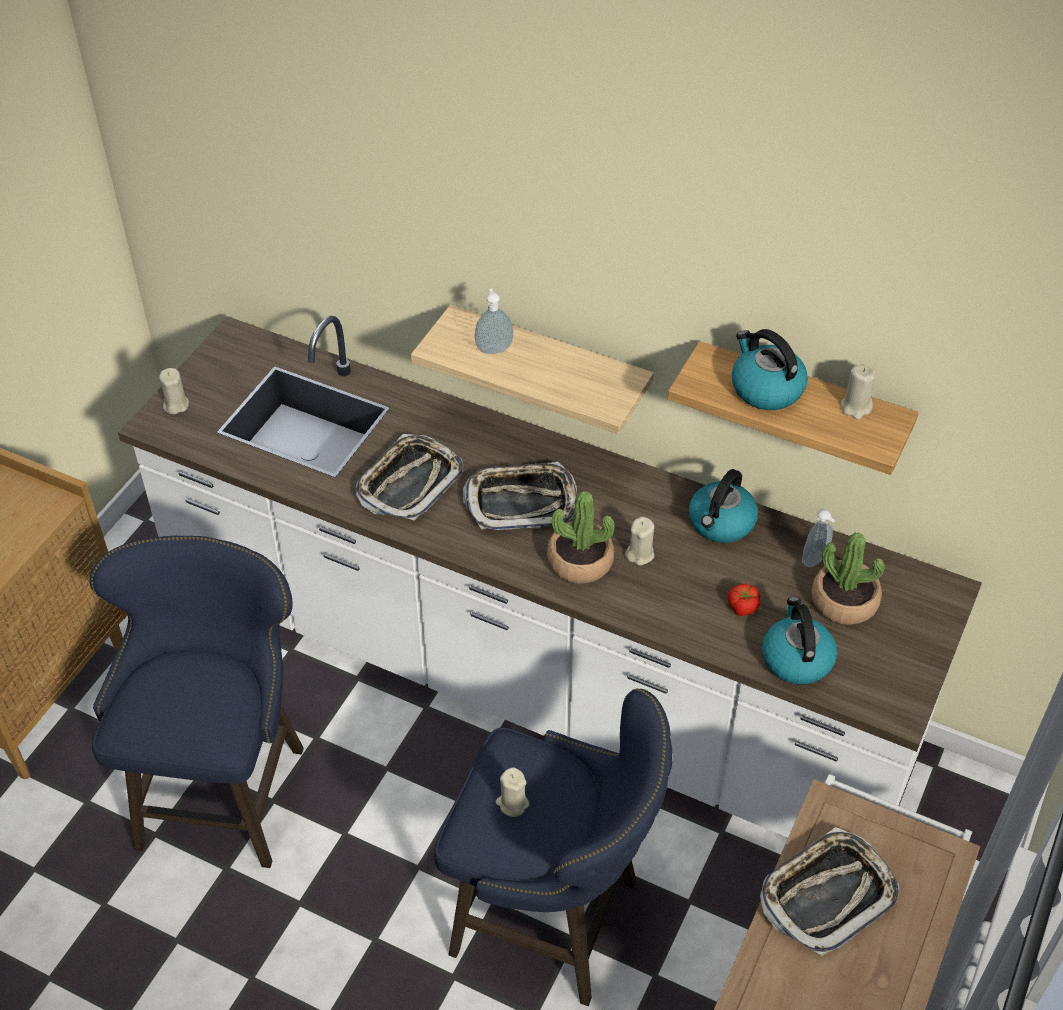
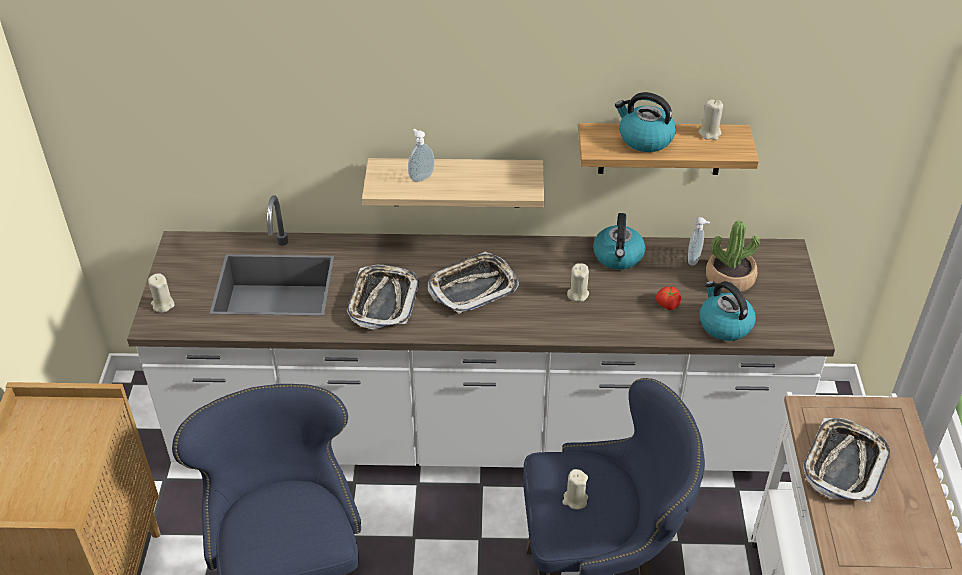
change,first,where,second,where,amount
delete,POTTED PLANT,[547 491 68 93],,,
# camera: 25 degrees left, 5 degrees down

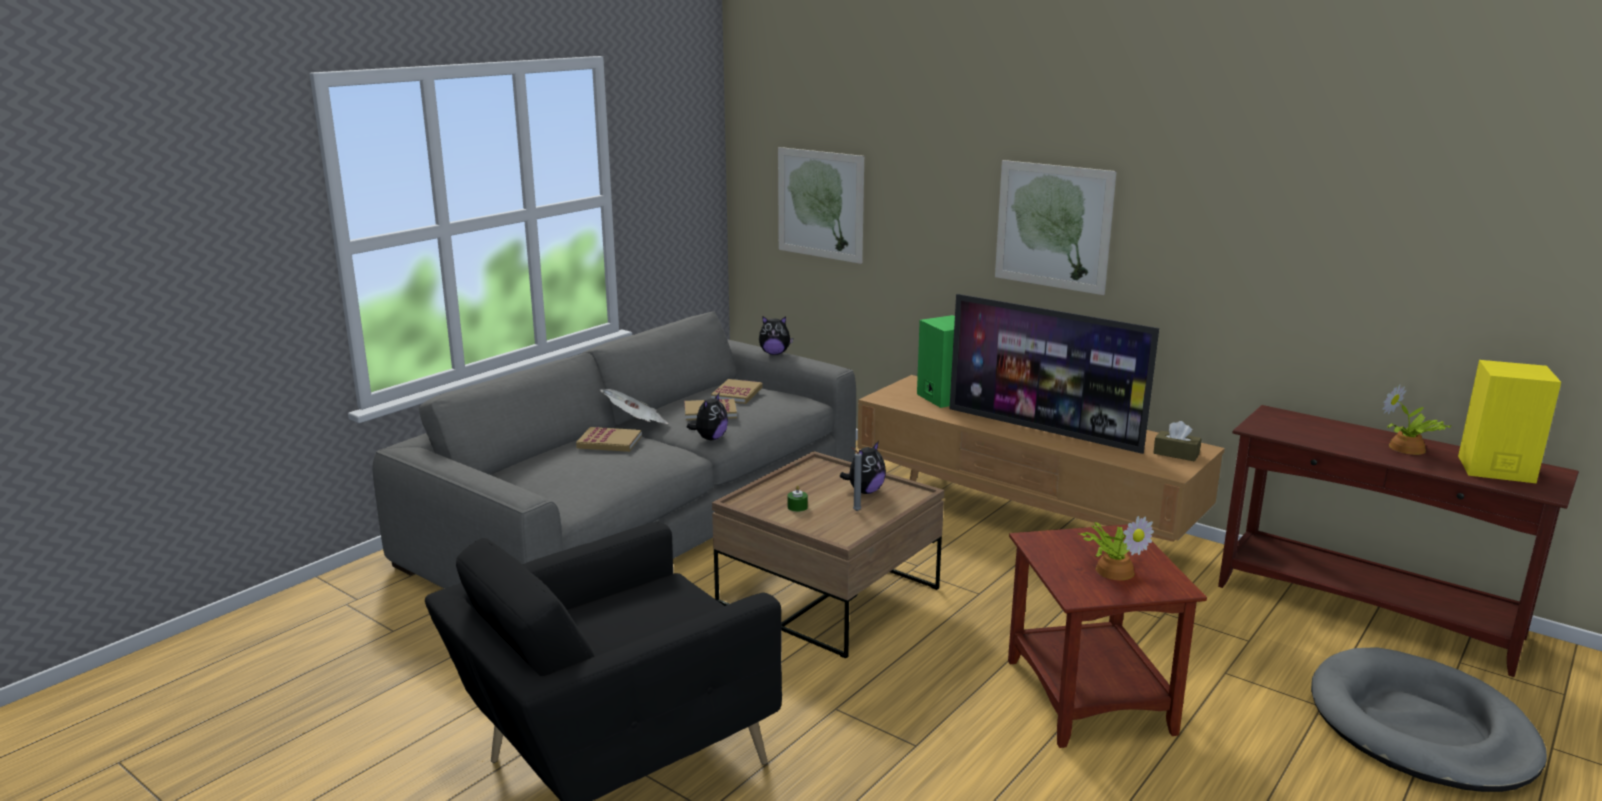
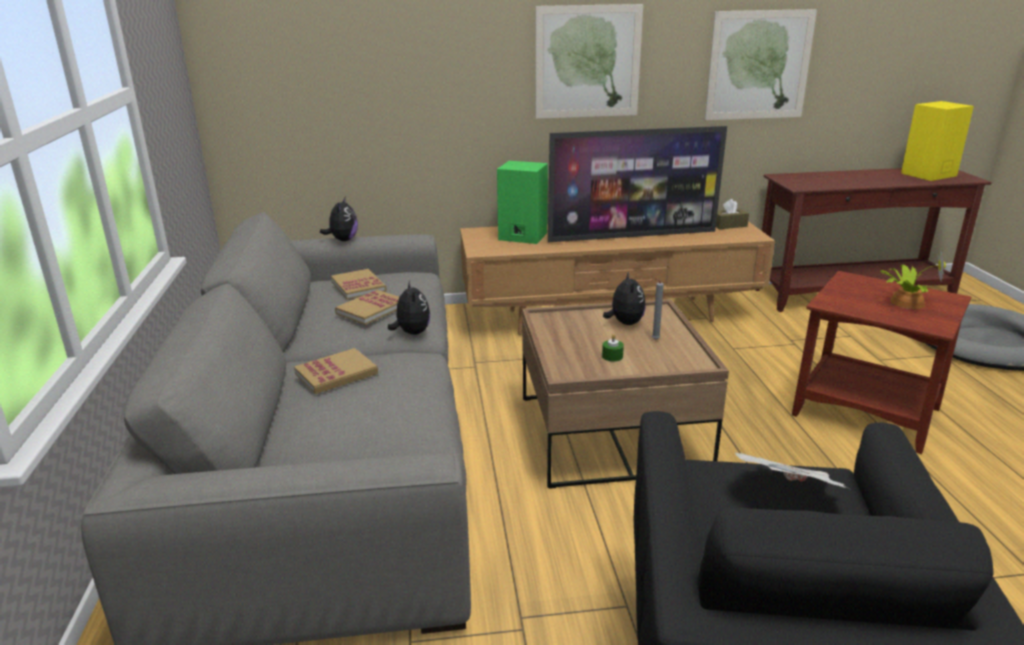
change,first,where,second,where,amount
rotate,PLUSH TOY,[759 316 34 39],,[320 197 38 44],45 degrees counterclockwise
move,PICTURE,[778 147 86 117],,[705 9 112 111],
move,NEWSPAPER,[600 389 69 35],,[735 453 112 35],
delete,POTTED PLANT,[1382 384 70 71],,,
# camera: 45 degrees left, 5 degrees up

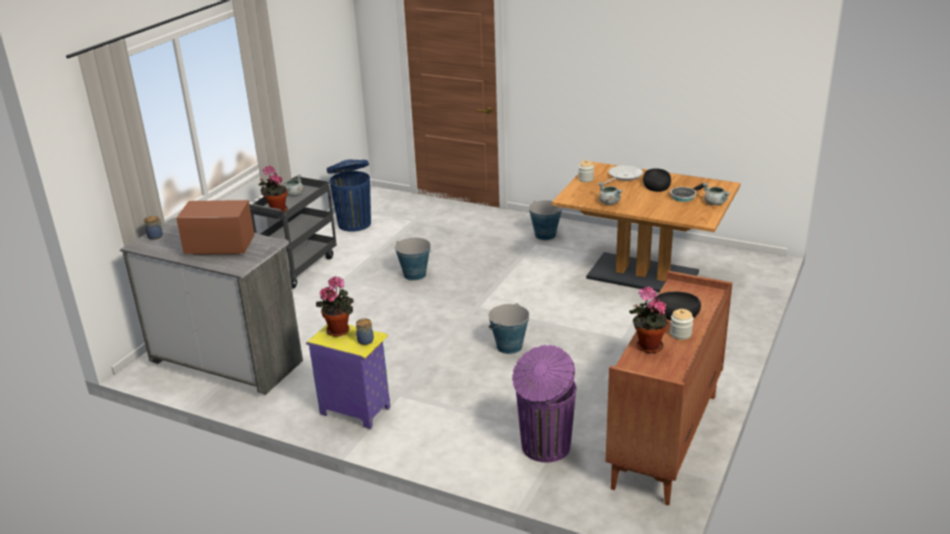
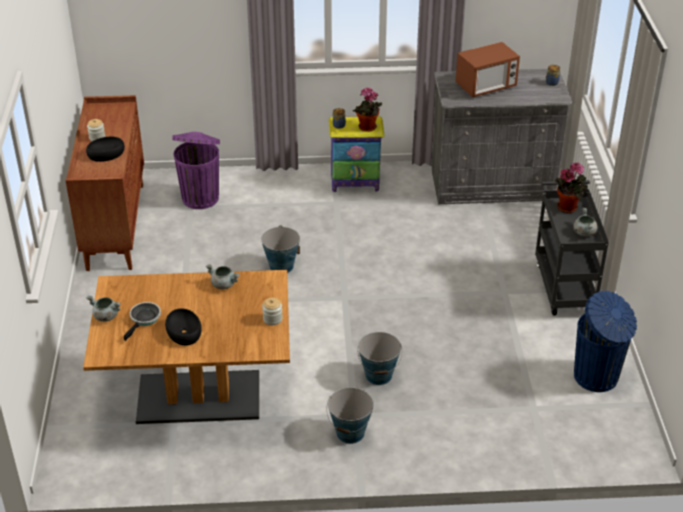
change,first,where,second,where,amount
move,BUCKET,[395 238 37 43],,[357 332 45 53],
delete,FRYING PAN,[603 165 40 20],,,
delete,POTTED PLANT,[629 287 39 66],,,
# camera: 150 degrees right, 10 degrees up

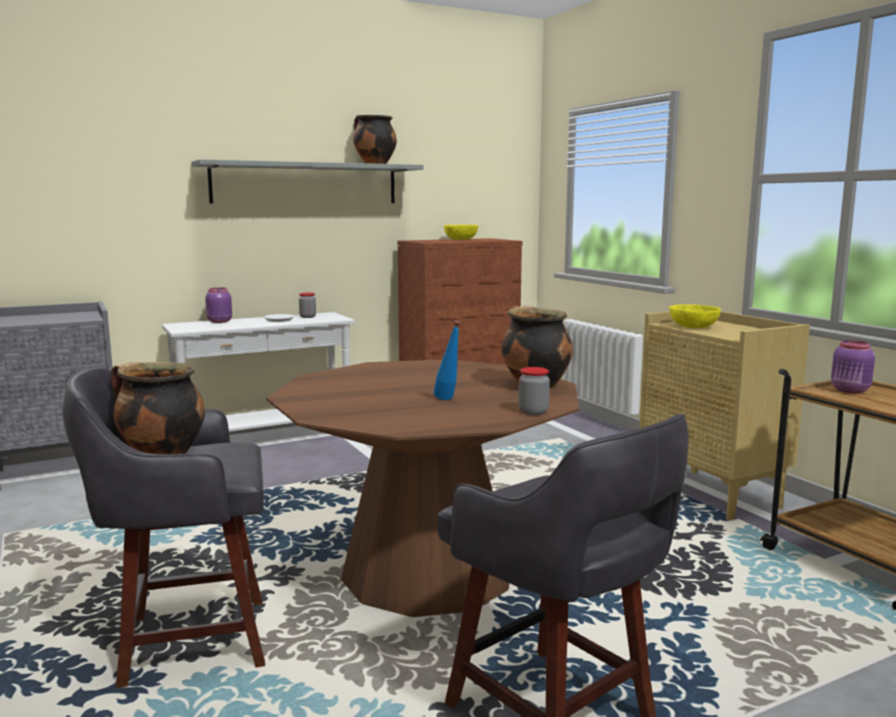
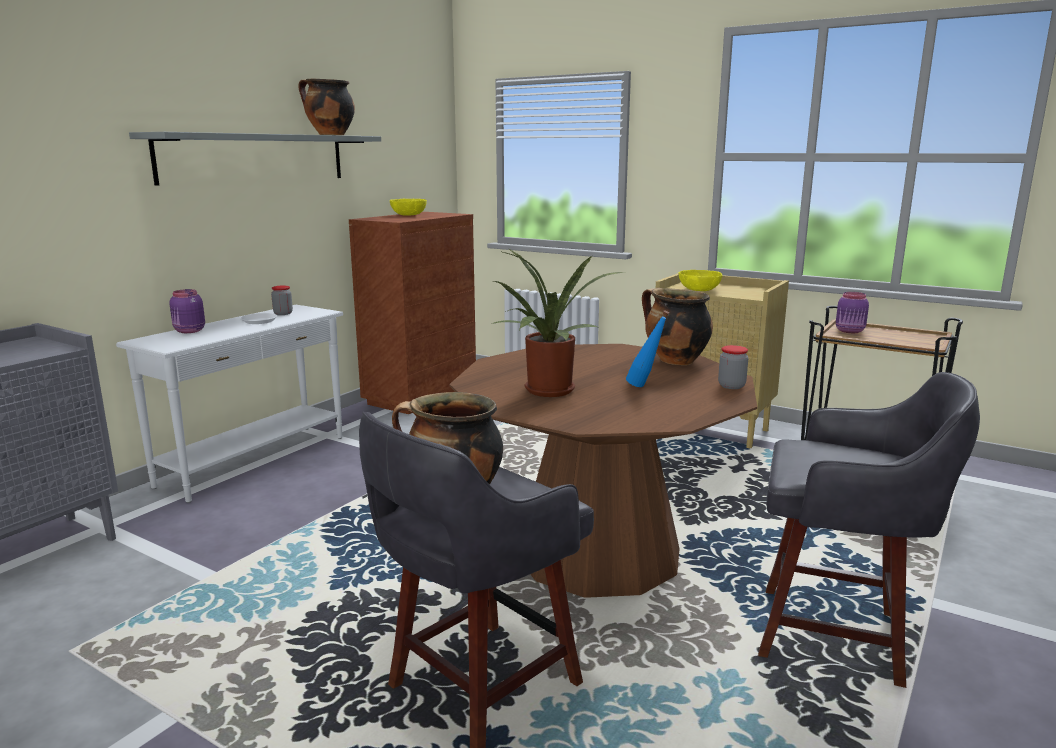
change,first,where,second,where,amount
insert,,,POTTED PLANT,[492 248 130 149],
# camera: 30 degrees left, 5 degrees up

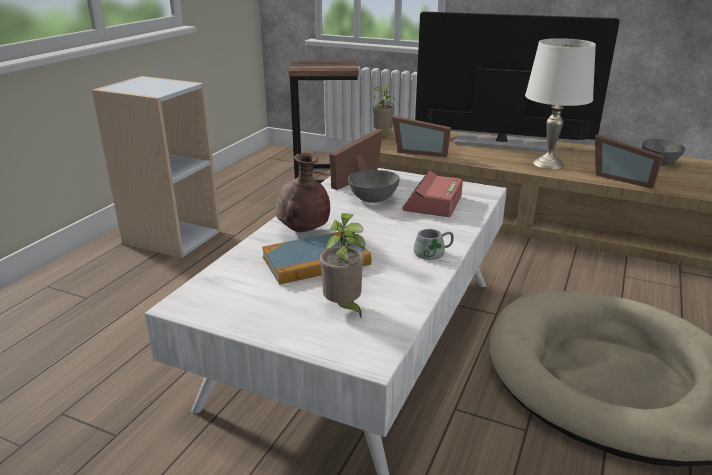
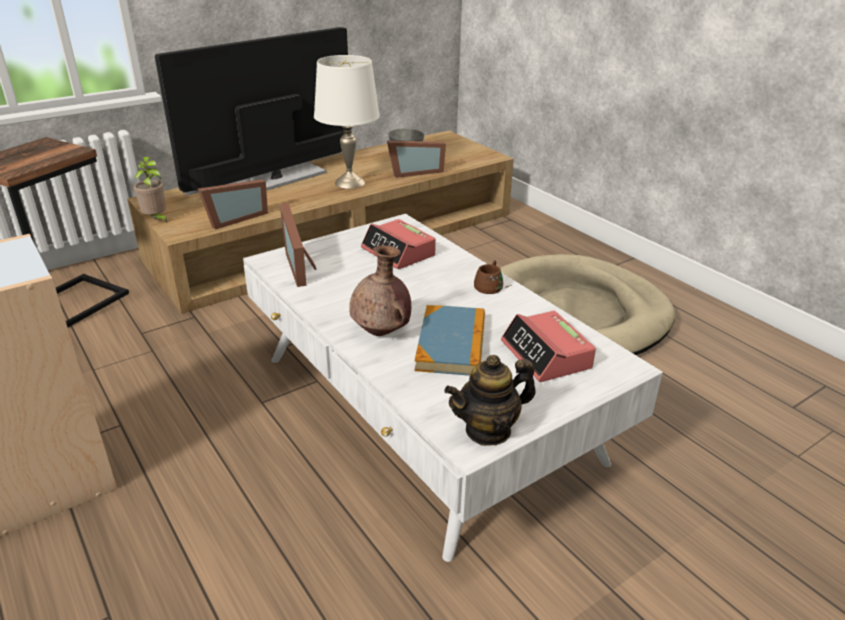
change,first,where,second,where,amount
insert,,,TEAPOT,[444 355 92 91],
recolor,GREY MUG,[414 229 40 34],BROWN MUG,[474 260 38 34],
replace,POTTED PLANT,[319 213 46 104],ALARM CLOCK,[501 311 95 71],
delete,GREY BOWL,[348 170 52 33],,,
# camera: 60 degrees left, 5 degrees up

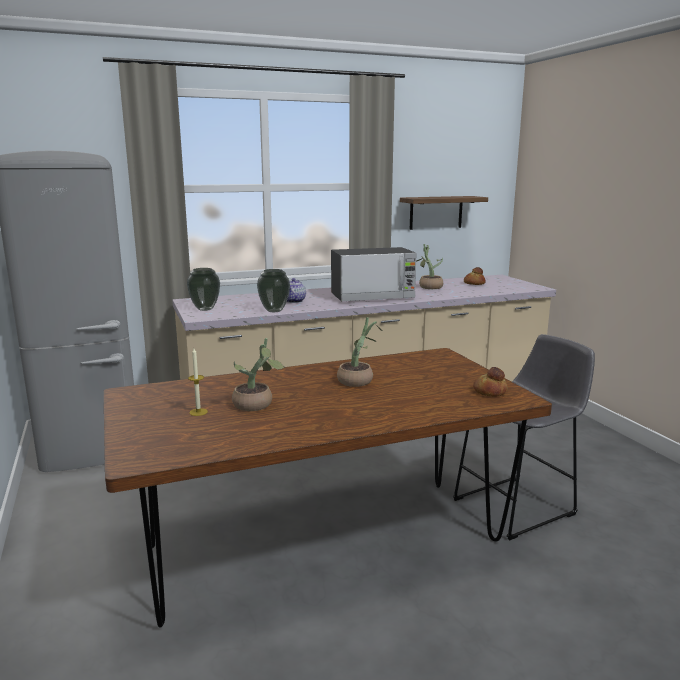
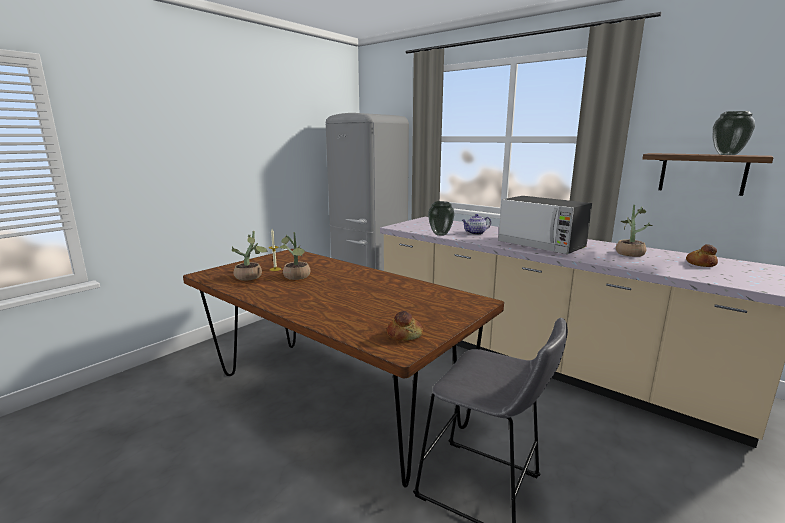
change,first,where,second,where,amount
move,POTTED PLANT,[337 317 45 70],,[232 231 36 50],
move,VASE,[187 268 33 43],,[713 111 42 44],
# camera: 60 degrees right, 0 degrees up

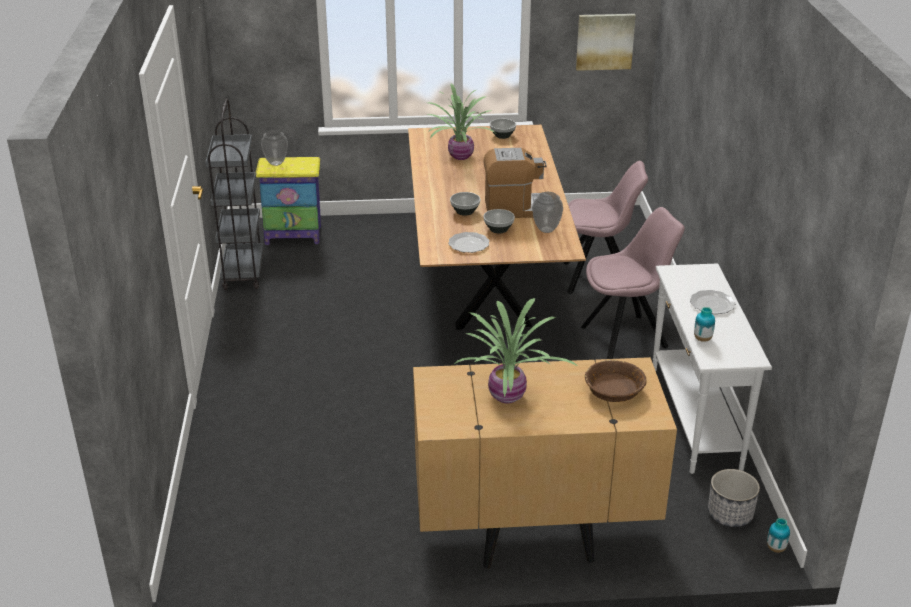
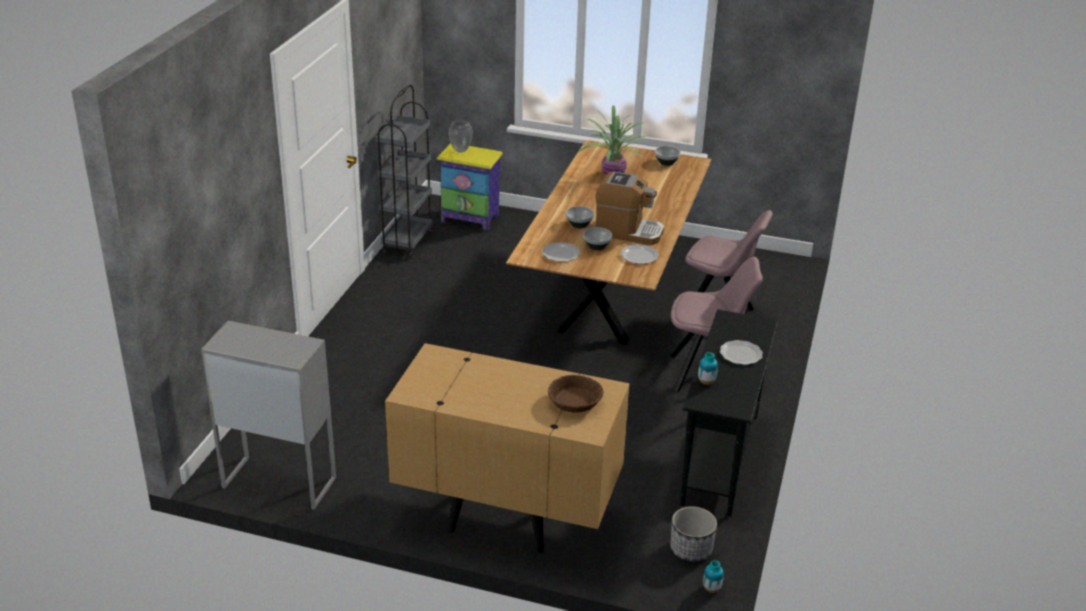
change,first,where,second,where,amount
insert,,,GREY CABINET,[201 321 135 189],
replace,VASE,[532 192 31 41],PLATE,[621 244 38 20],
recolor,WHITE CONSOLE TABLE,[653 263 119 211],BLACK CONSOLE TABLE,[680 309 98 208],
delete,POTTED PLANT,[454 298 125 106],,,
delete,PICTURE,[576 14 60 57],,,
# camera: 20 degrees right, 0 degrees up

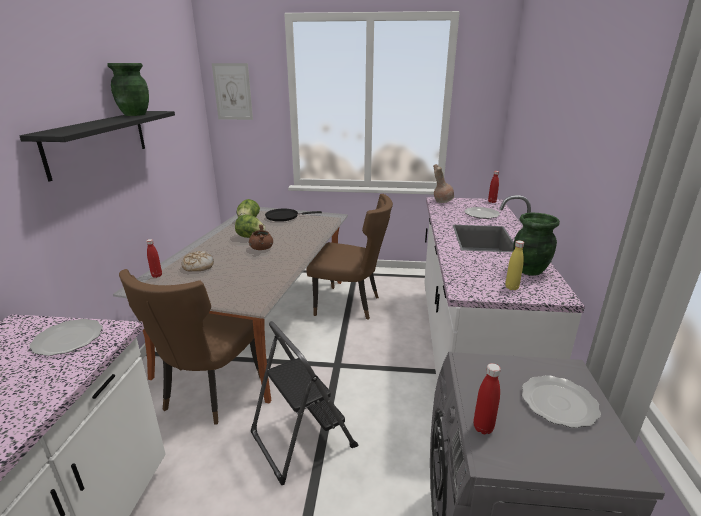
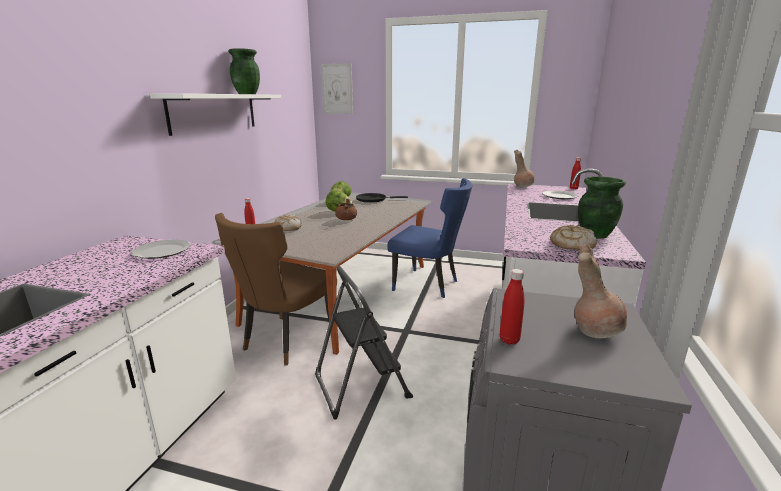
change,first,where,second,where,amount
recolor,BLACK SHELF,[19 111 156 71],WHITE SHELF,[150 93 131 43],
recolor,BROWN CHAIR,[306 194 87 126],BLUE CHAIR,[387 178 86 120],
replace,YELLOW BOTTLE,[505 240 19 50],BREAD,[550 225 47 25],
replace,PLATE,[522 375 79 53],BROWN VASE,[574 244 53 94],
# camera: 10 degrees right, 5 degrees down

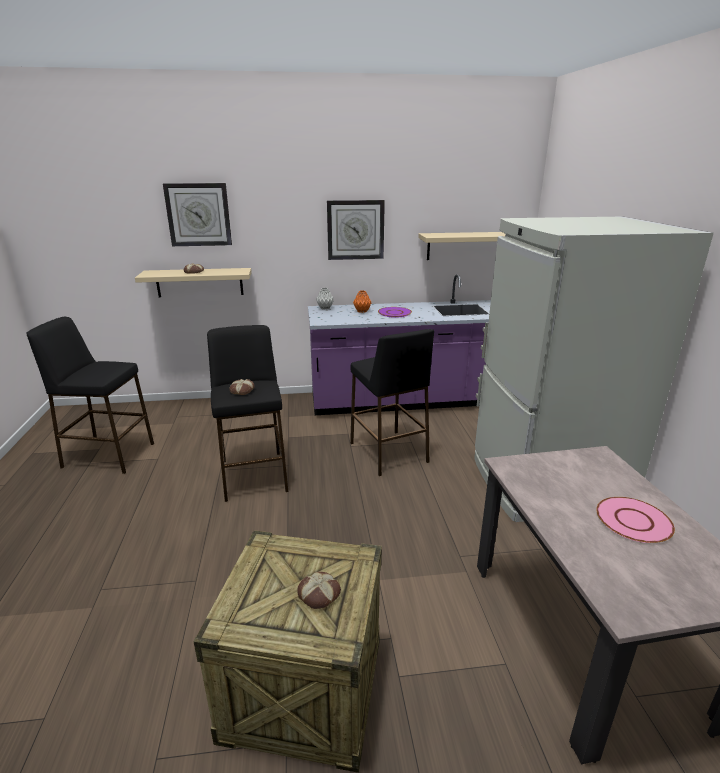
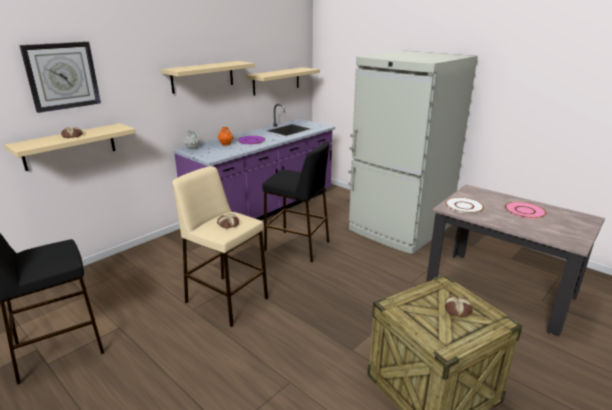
change,first,where,second,where,amount
replace,WALL CLOCK,[327 200 58 60],BEIGE SHELF,[161 61 94 33],
recolor,BLACK STOOL,[207 325 81 177],BEIGE STOOL,[172 166 96 161],
insert,,,WHITE PLATE,[445 197 39 17],
# camera: 40 degrees left, 0 degrees up

